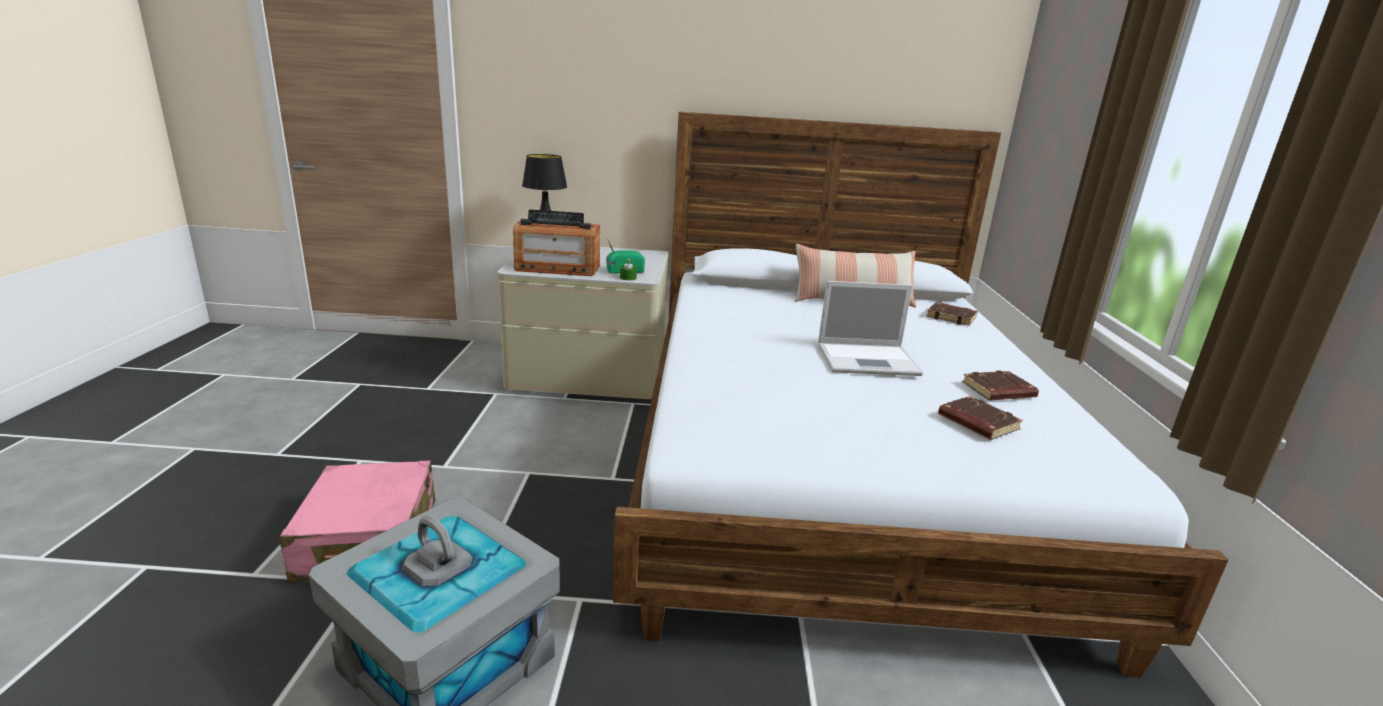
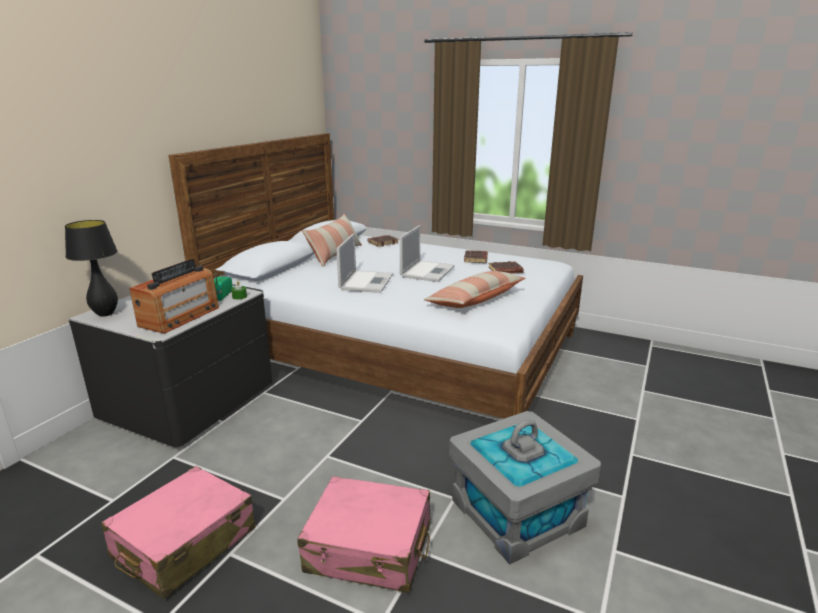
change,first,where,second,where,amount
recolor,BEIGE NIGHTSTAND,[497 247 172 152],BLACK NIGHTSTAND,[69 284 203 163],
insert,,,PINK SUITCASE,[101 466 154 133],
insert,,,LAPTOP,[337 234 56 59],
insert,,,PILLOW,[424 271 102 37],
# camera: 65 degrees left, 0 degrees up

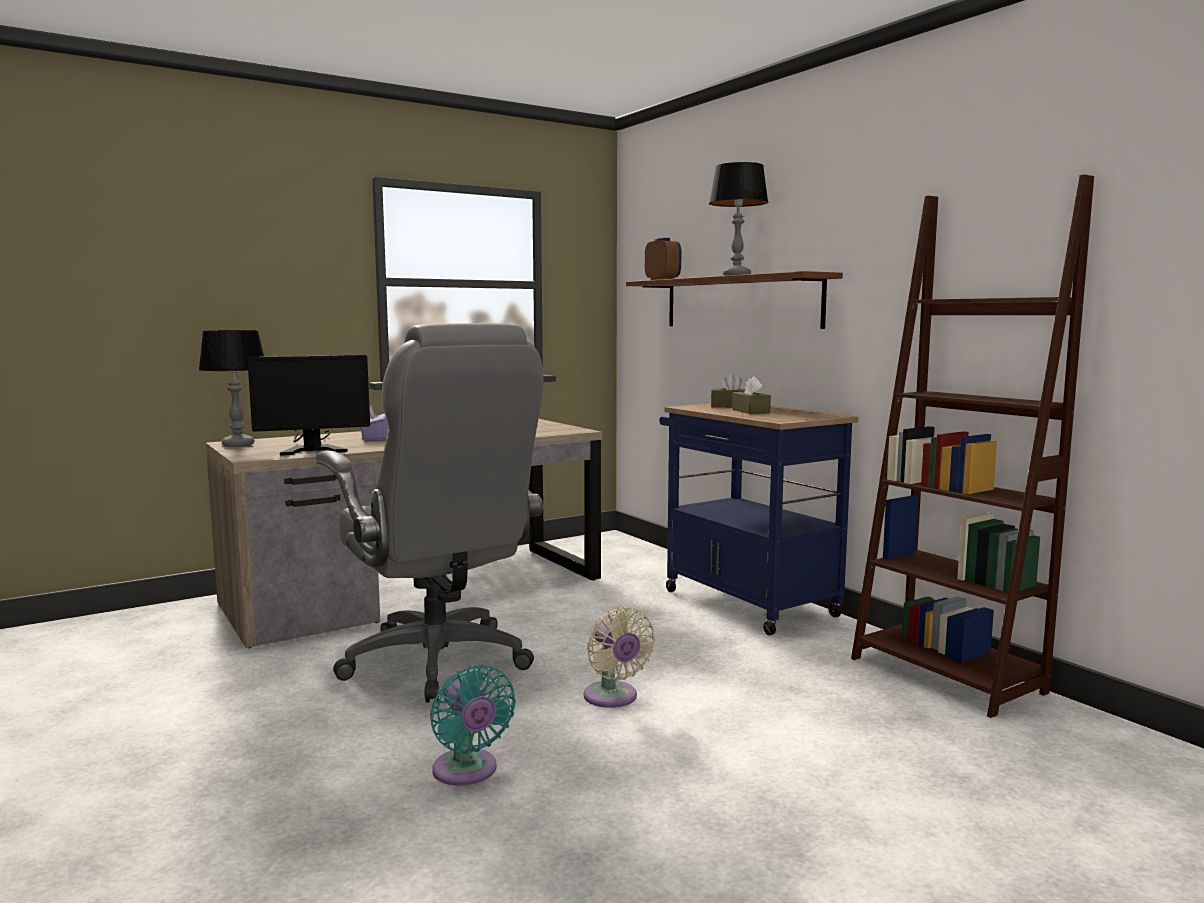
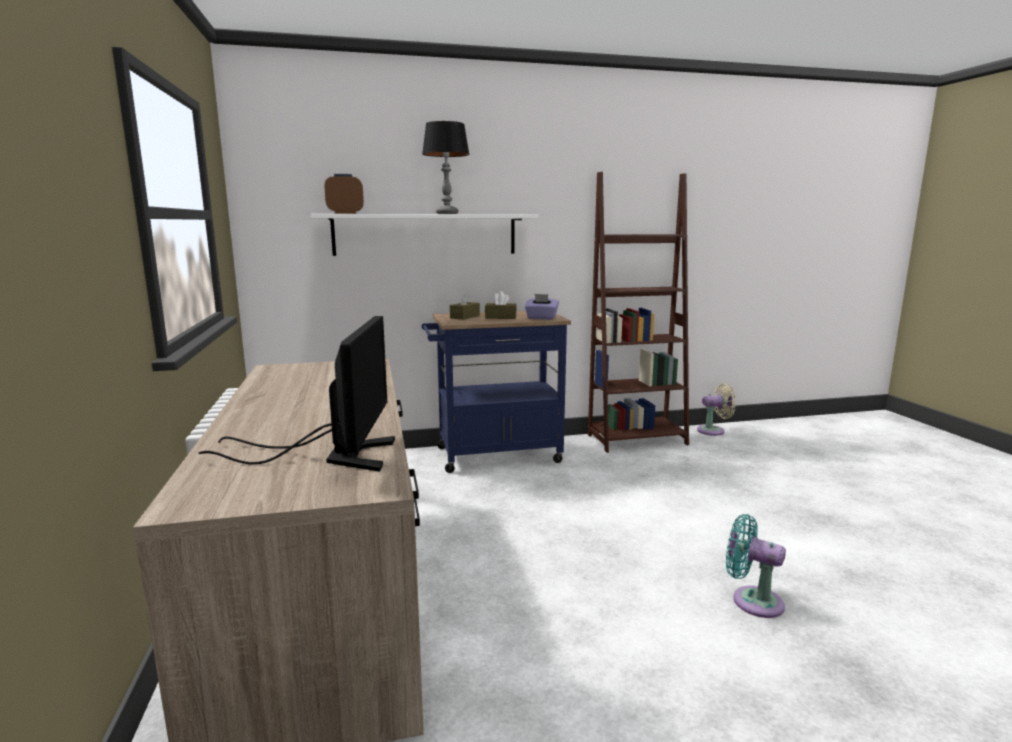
change,first,where,second,where,amount
recolor,BROWN SHELF,[626 271 217 58],WHITE SHELF,[311 214 227 42],
move,PURPLE TISSUE BOX,[360 406 29 35],,[525 294 34 26],
move,BEIGE FAN,[584 607 71 101],,[697 383 39 53],
rotate,TURQUOISE FAN,[430 665 86 121],,[726 514 60 104],135 degrees counterclockwise
delete,TABLE LAMP,[199 330 65 117],,,
delete,GREY OFFICE CHAIR,[316 323 227 380],,,
# camera: 70 degrees left, 5 degrees up

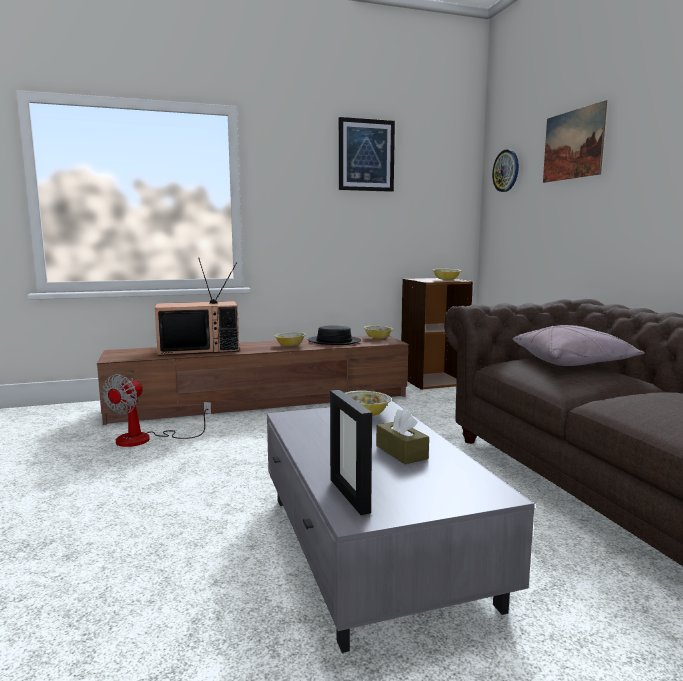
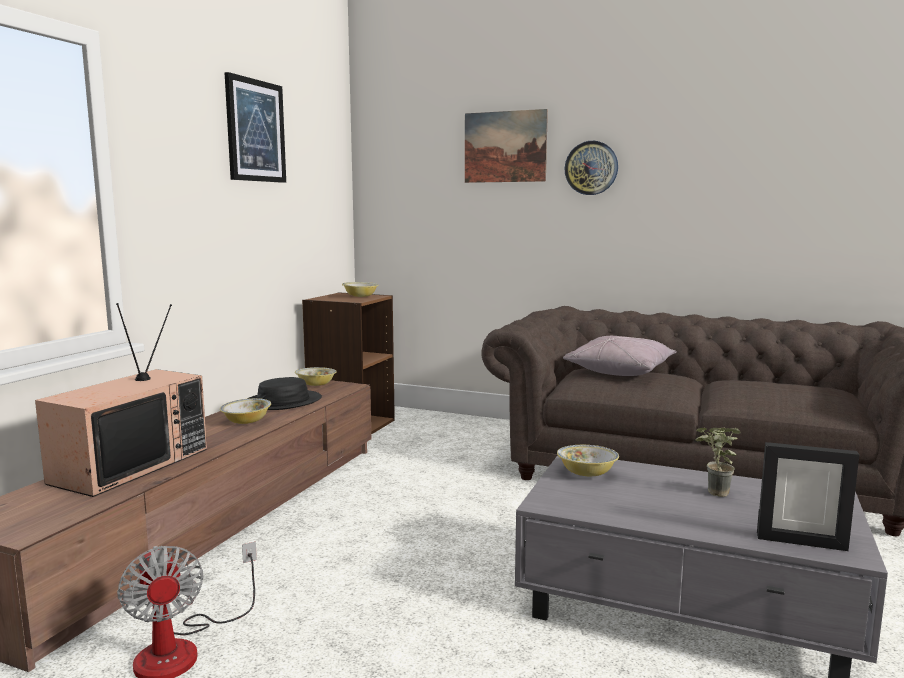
change,first,where,second,where,amount
move,WALL CLOCK,[492 150 27 42],,[565 141 53 54],
replace,BROWN TISSUE BOX,[376 409 53 55],POTTED PLANT,[695 428 46 69],
# camera: 50 degrees left, 0 degrees up

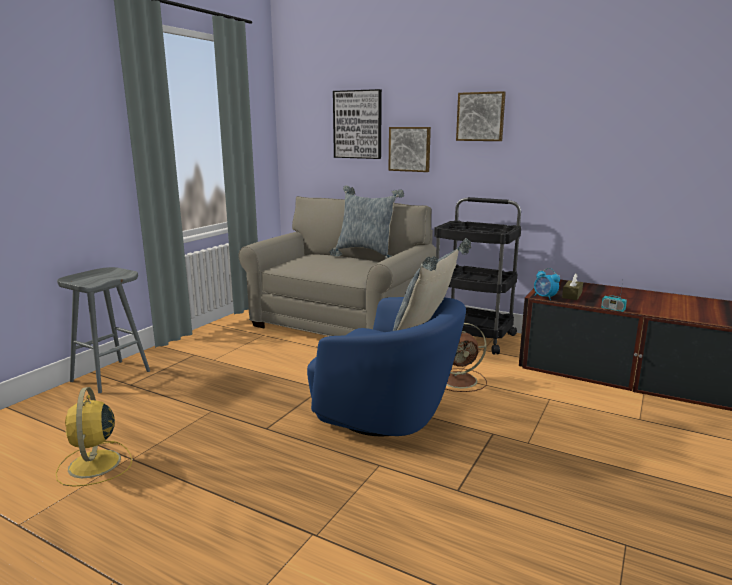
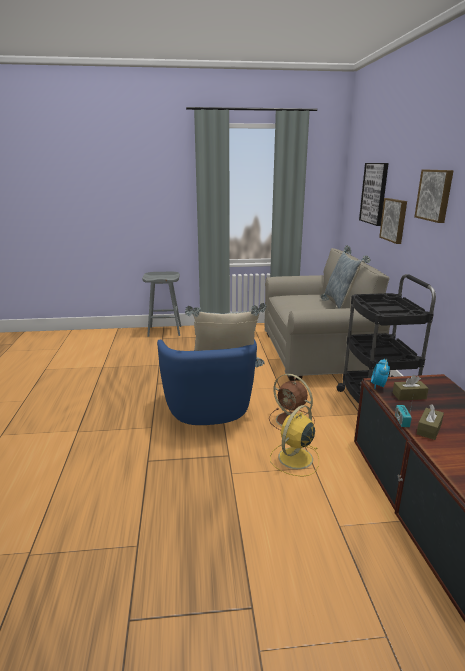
change,first,where,second,where,amount
move,YELLOW FAN,[56 387 76 100],,[270 405 49 72],
insert,,,BROWN TISSUE BOX,[417 404 27 36],
# camera: 55 degrees right, 5 degrees up

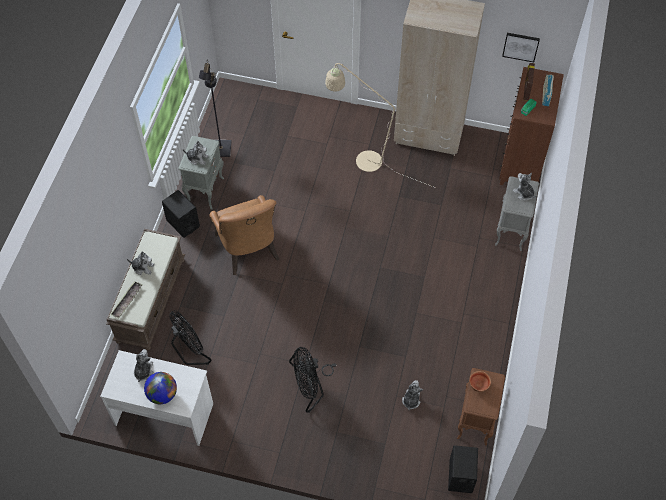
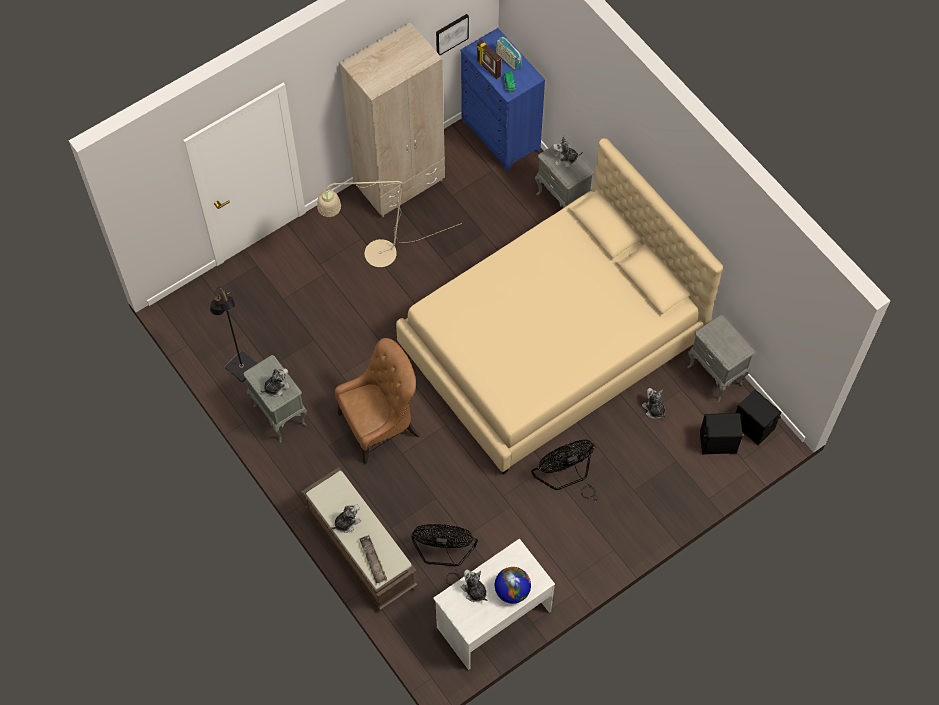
change,first,where,second,where,amount
rotate,BROWN CHAIR,[209 195 70 80],,[335 338 85 127],45 degrees counterclockwise
insert,,,BEIGE BED,[396 138 327 337],
recolor,BROWN DRESSER,[499 67 65 118],BLUE DRESSER,[460 28 85 144],
rotate,BLACK FAN,[289 347 48 66],,[531 440 66 61],135 degrees clockwise
recolor,BROWN NIGHTSTAND,[457 368 48 78],GREY NIGHTSTAND,[687 315 68 88],
move,BLACK SPEAKER,[162 190 38 48],,[700 413 42 42],
delete,BOWL,[469 371 22 21],,,
# camera: 50 degrees left, 5 degrees up

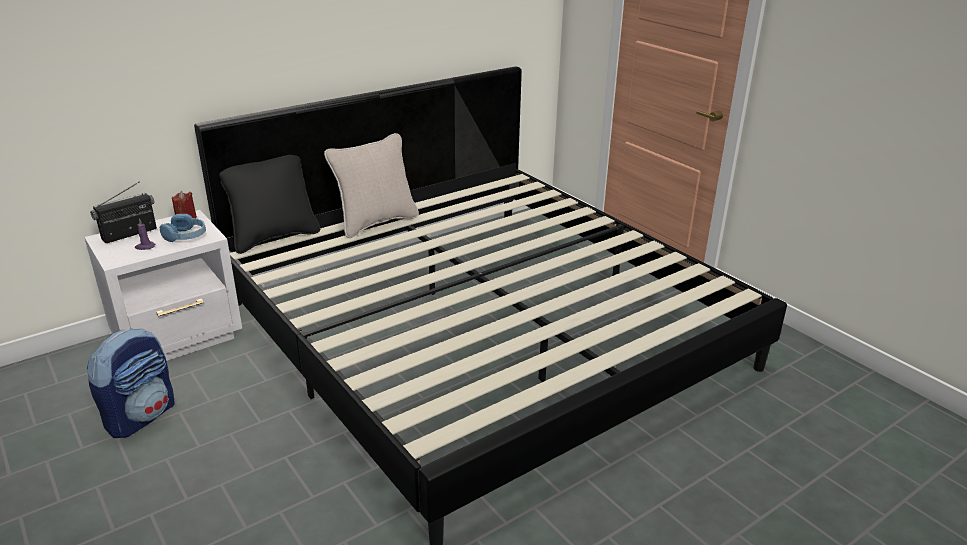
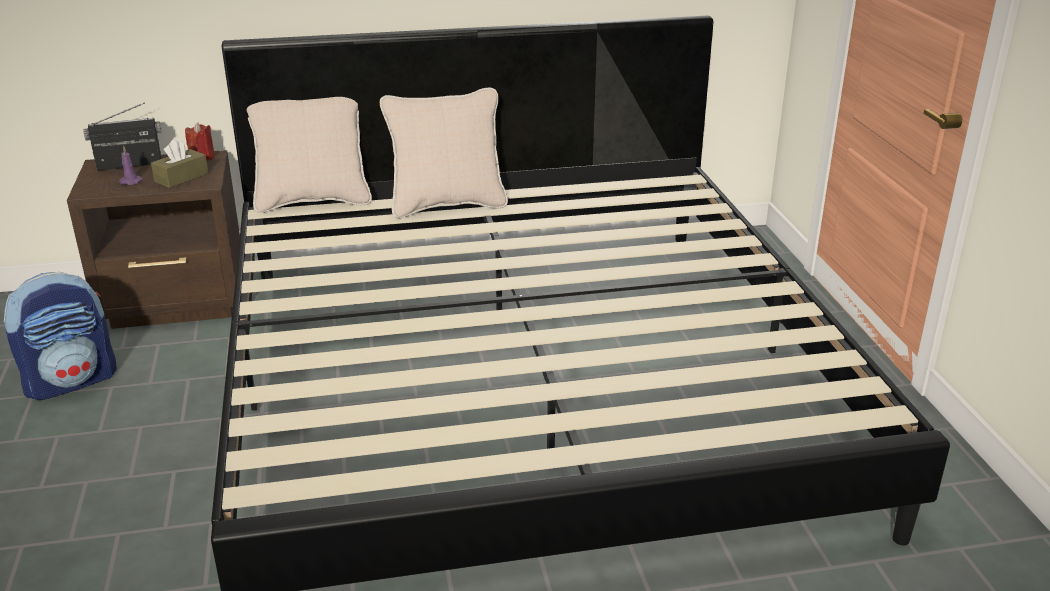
change,first,where,second,where,amount
recolor,WHITE NIGHTSTAND,[84 210 158 151],BROWN NIGHTSTAND,[67 150 173 179],
replace,BLUE HEADPHONES,[160 214 46 28],BROWN TISSUE BOX,[151 139 57 49],
recolor,BLACK PILLOW,[219 155 101 99],BEIGE PILLOW,[247 97 125 116],
# camera: 25 degrees right, 0 degrees up

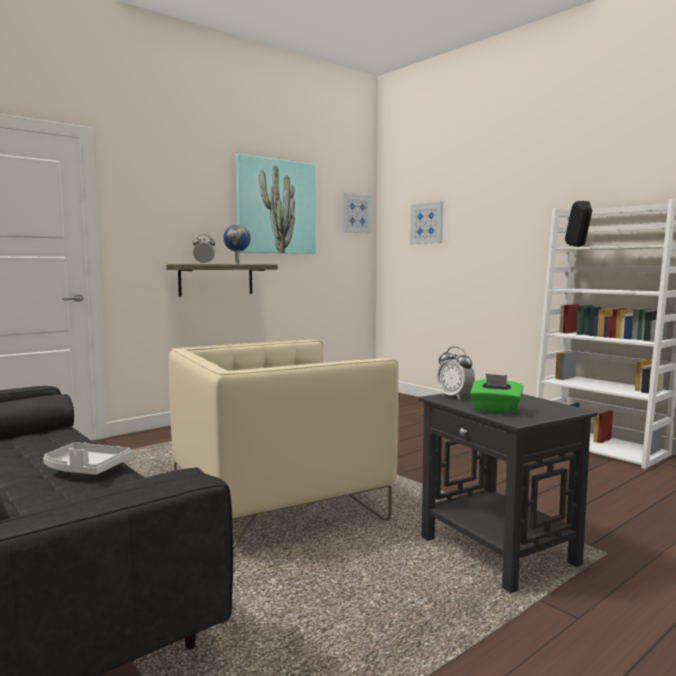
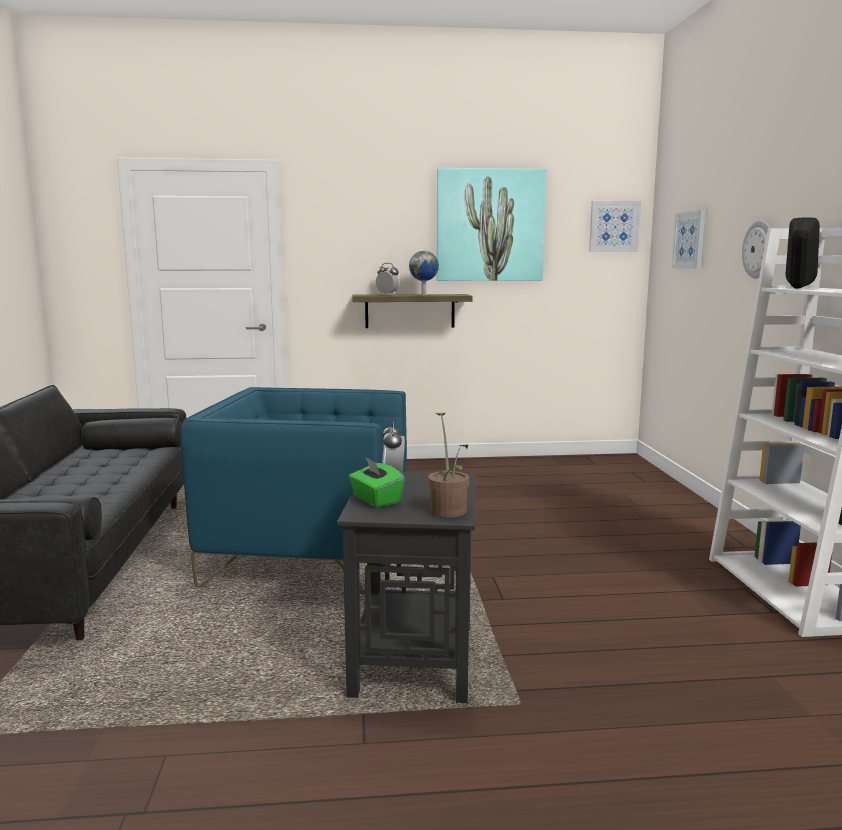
change,first,where,second,where,amount
recolor,BEIGE ARMCHAIR,[169 340 229 210],BLUE ARMCHAIR,[181 387 226 201],
insert,,,POTTED PLANT,[428 413 41 104],
insert,,,WALL CLOCK,[742 221 28 57],
delete,GREY TRAY,[43 442 89 33],,,
# camera: 35 degrees right, 5 degrees up

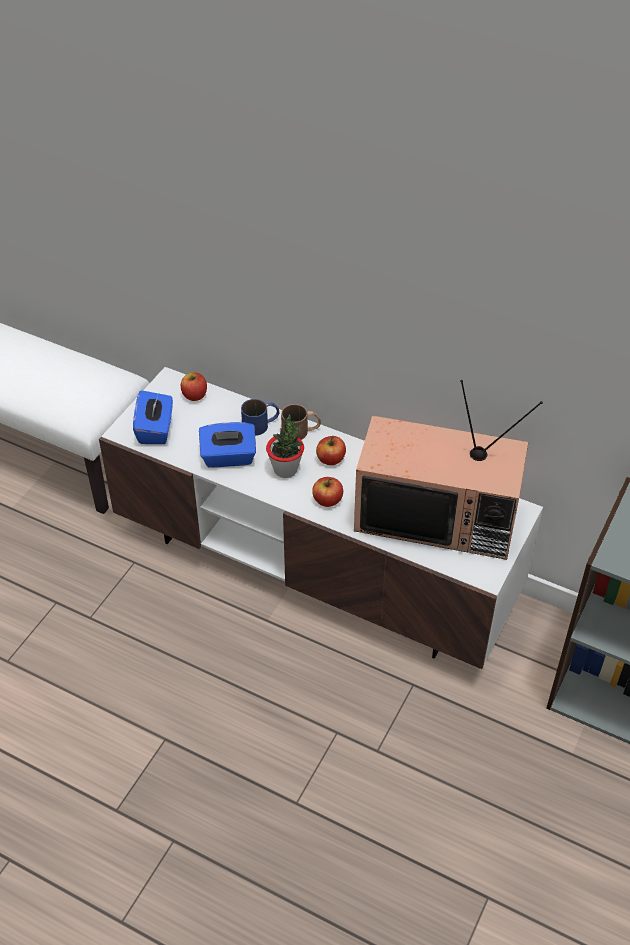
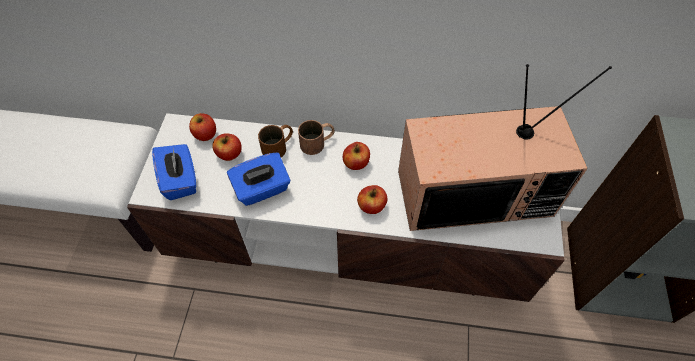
change,first,where,second,where,amount
insert,,,APPLE,[212 133 30 28],
recolor,BLUE MUG,[241 399 38 37],BROWN MUG,[258 125 35 32],
delete,POTTED PLANT,[266 415 38 63],,,
# camera: 20 degrees left, 10 degrees up

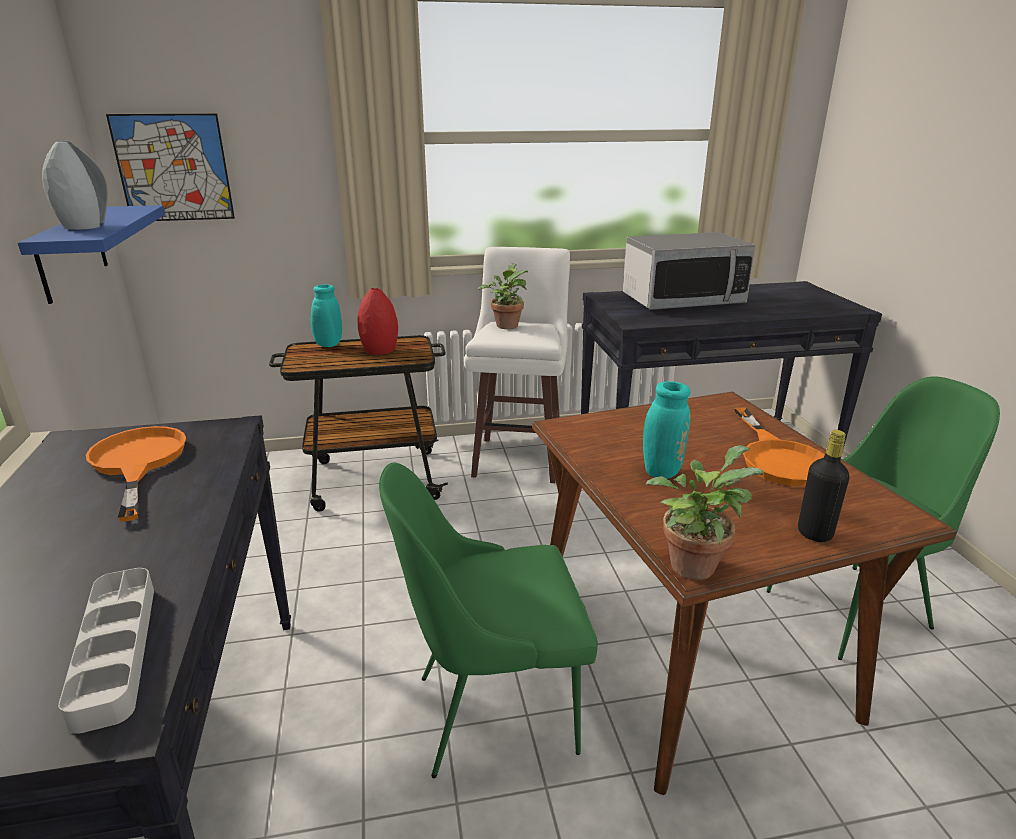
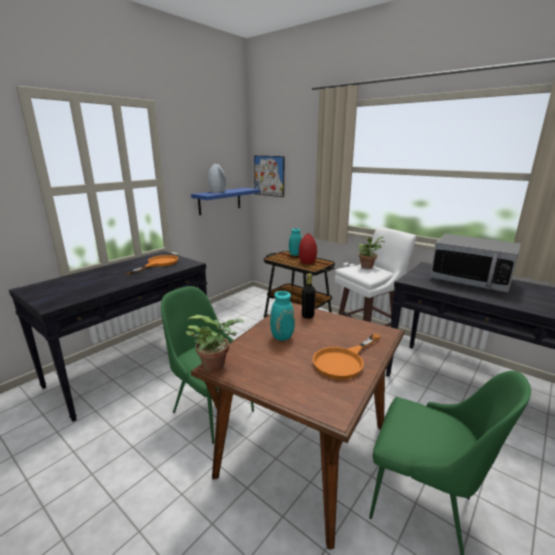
change,first,where,second,where,amount
move,BLACK BOTTLE,[798 430 52 112],,[302 273 14 46],
delete,GREY TRAY,[58 568 96 166],,,
# camera: 50 degrees right, 5 degrees down

